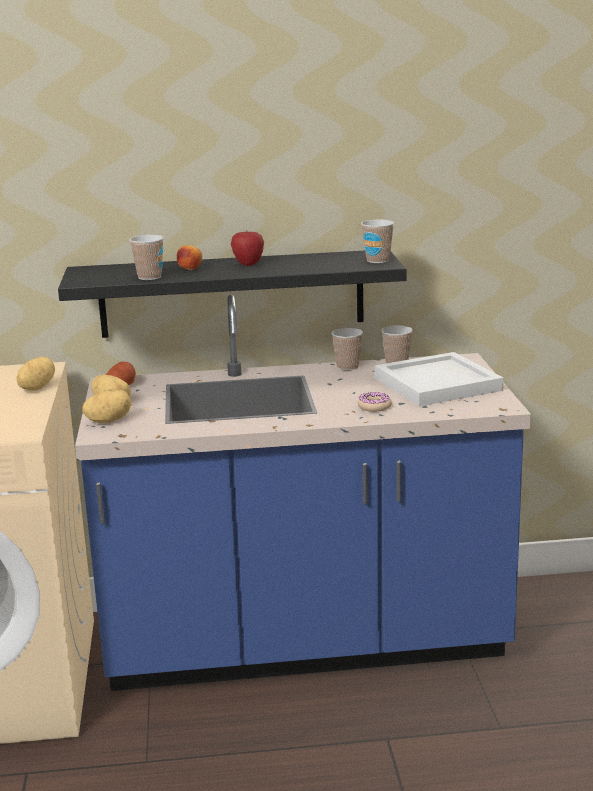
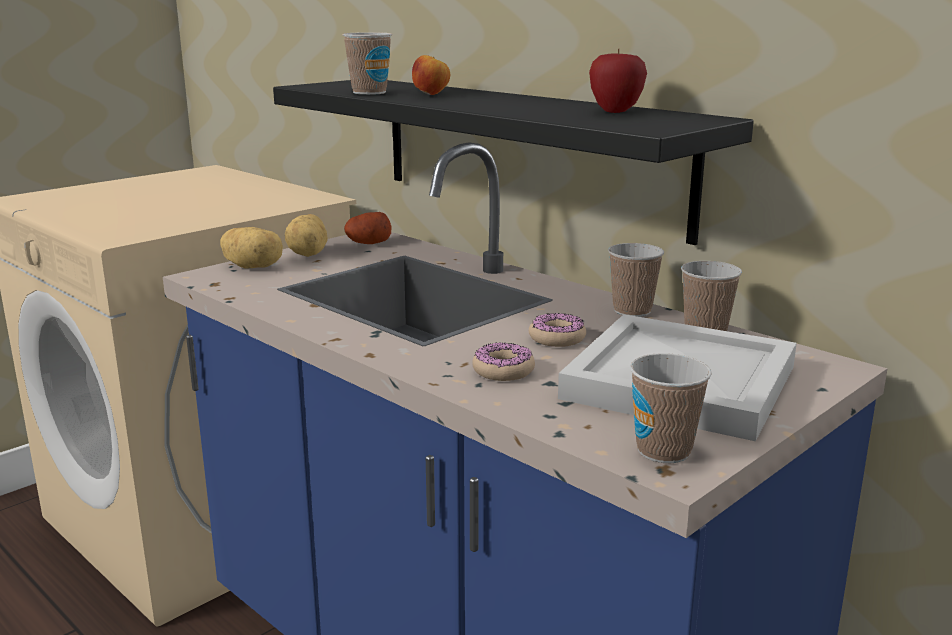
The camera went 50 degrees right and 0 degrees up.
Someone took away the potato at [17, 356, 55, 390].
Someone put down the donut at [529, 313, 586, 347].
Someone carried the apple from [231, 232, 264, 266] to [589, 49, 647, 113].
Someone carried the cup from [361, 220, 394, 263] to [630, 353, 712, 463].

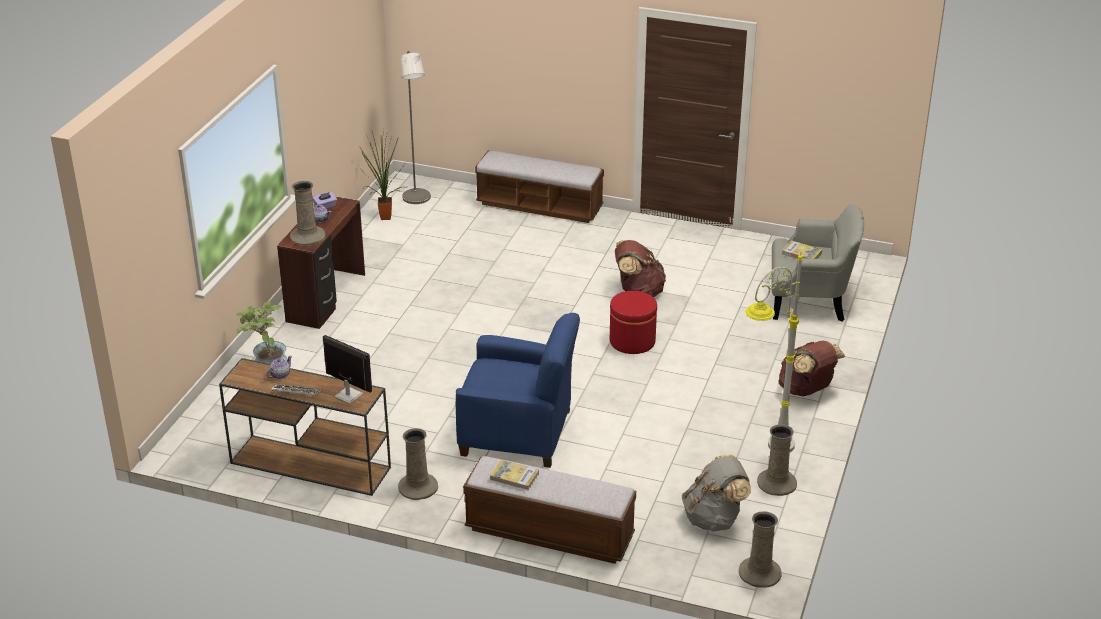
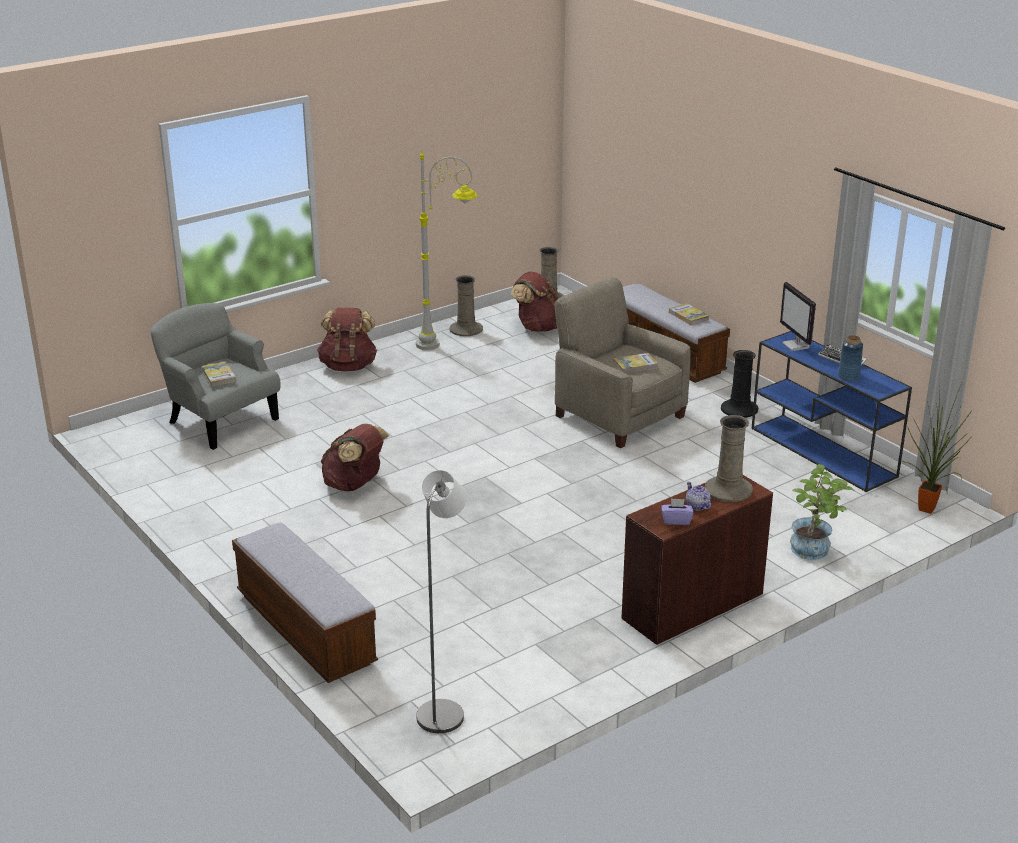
The camera went 145 degrees left and 5 degrees down.
Someone took away the ottoman (red) at [610, 291, 657, 354].
Someone put down the book at [613, 353, 659, 373].
Someone carried the potted plant from [360, 129, 406, 220] to [903, 383, 972, 514].
Someone swapped the teapot at [266, 356, 292, 379] for the vase (blue) at [838, 335, 863, 381].
Someone repainted the console table (brown) at [219, 358, 391, 496], which became the console table (blue) at [752, 331, 912, 492].
Someone repainted the vase (beige) at [398, 428, 438, 500], which became the vase (black) at [721, 350, 758, 418].
Someone repainted the armchair (blue) at [456, 313, 580, 468], which became the armchair (beige) at [555, 277, 691, 448].
Someone repainted the backpack (grey) at [682, 455, 751, 532], which became the backpack (brown) at [511, 272, 559, 332].

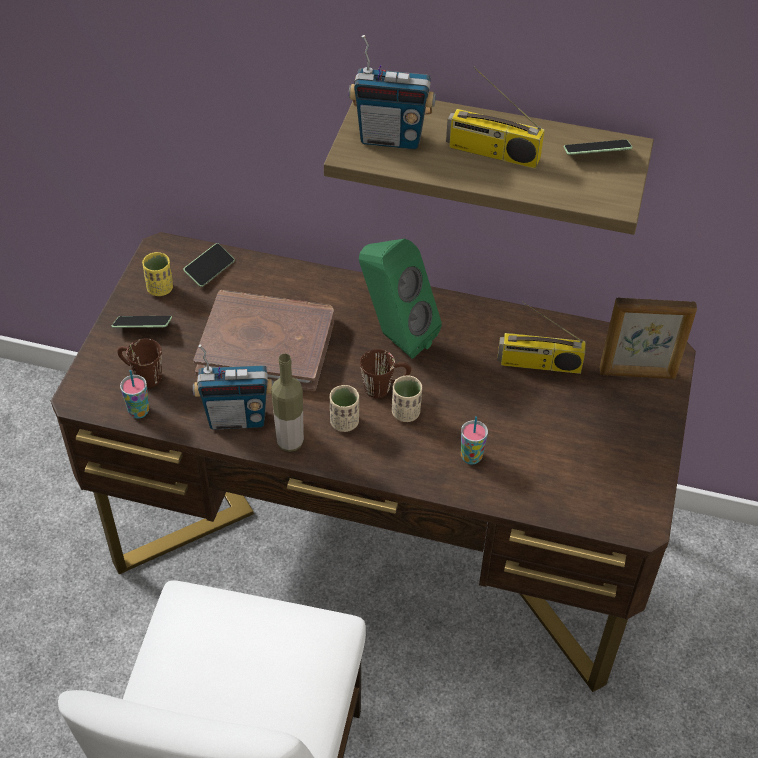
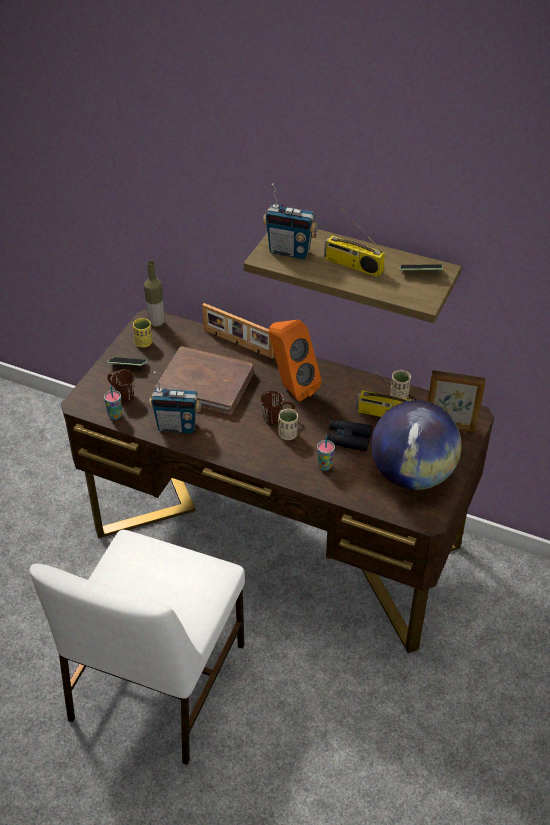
The camera went 10 degrees right and 5 degrees down.
Someone took away the phone at [183, 243, 235, 287].
Someone put down the picture frame at [202, 303, 274, 359].
Someone put down the binoculars (black) at [326, 420, 372, 451].
Someone put down the globe at [371, 400, 462, 490].
Someone carried the bottle from [271, 353, 304, 452] to [144, 261, 164, 327].
Someone carried the cup (beige) from [330, 385, 359, 432] to [390, 370, 411, 399].
Someone repainted the speaker (green) at [359, 238, 442, 359], which became the speaker (orange) at [269, 320, 322, 401].

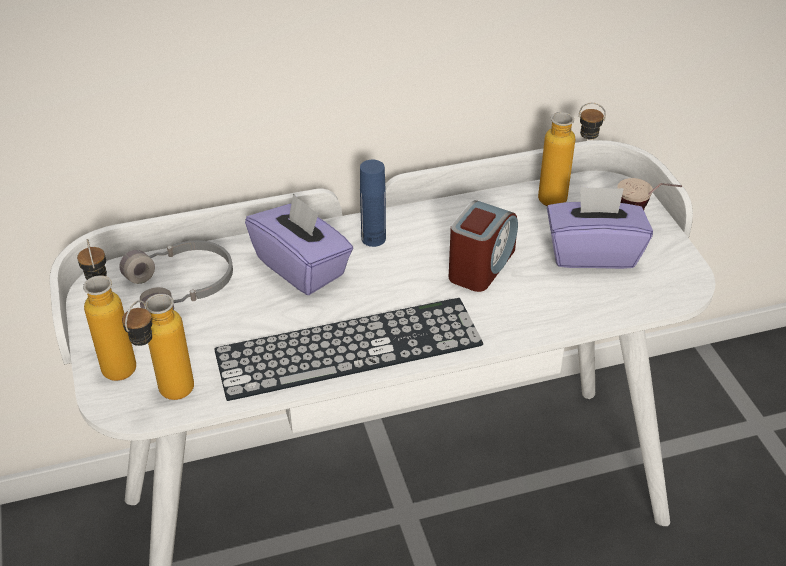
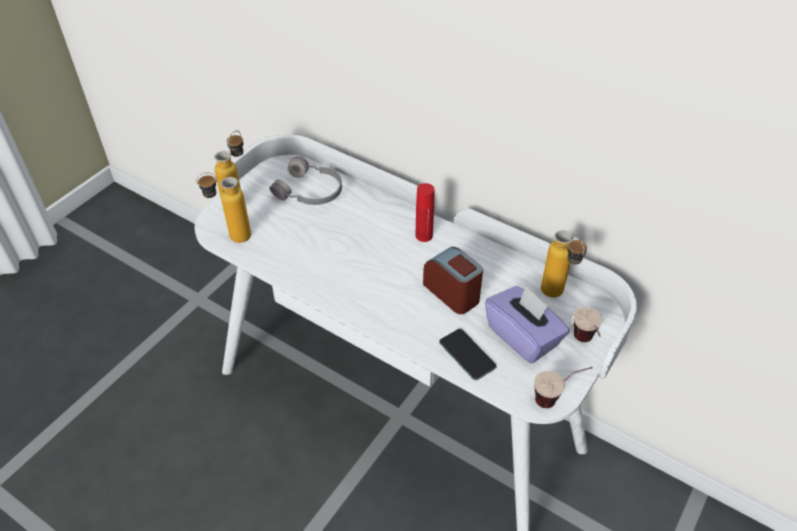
The camera went 50 degrees right and 5 degrees up.
Someone took away the keyboard at [215, 298, 483, 401].
Someone took away the tissue box (purple) at [245, 193, 354, 295].
Someone put down the phone at [439, 329, 497, 380].
Someone put down the cup at [534, 367, 593, 408].
Someone repainted the bottle (blue) at [360, 160, 386, 247], which became the bottle (red) at [416, 183, 434, 242].
Someone rotated the alarm clock at [449, 200, 518, 292] by 120 degrees counterclockwise.

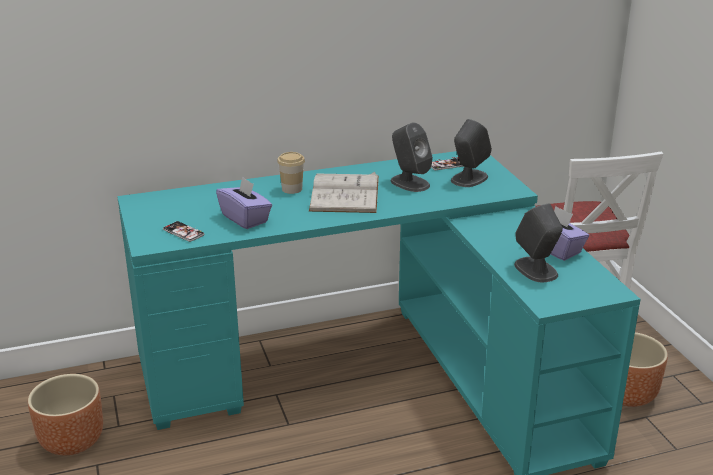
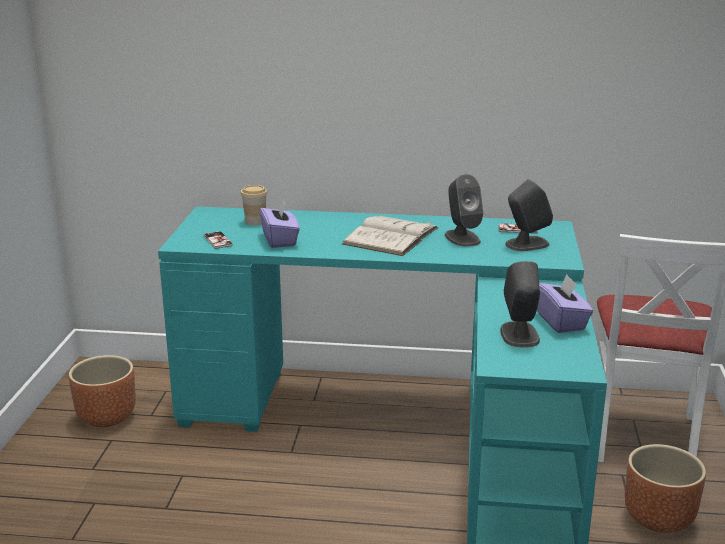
The camera went 25 degrees right and 5 degrees down.
Someone carried the cup from [277, 152, 305, 194] to [241, 185, 268, 226].

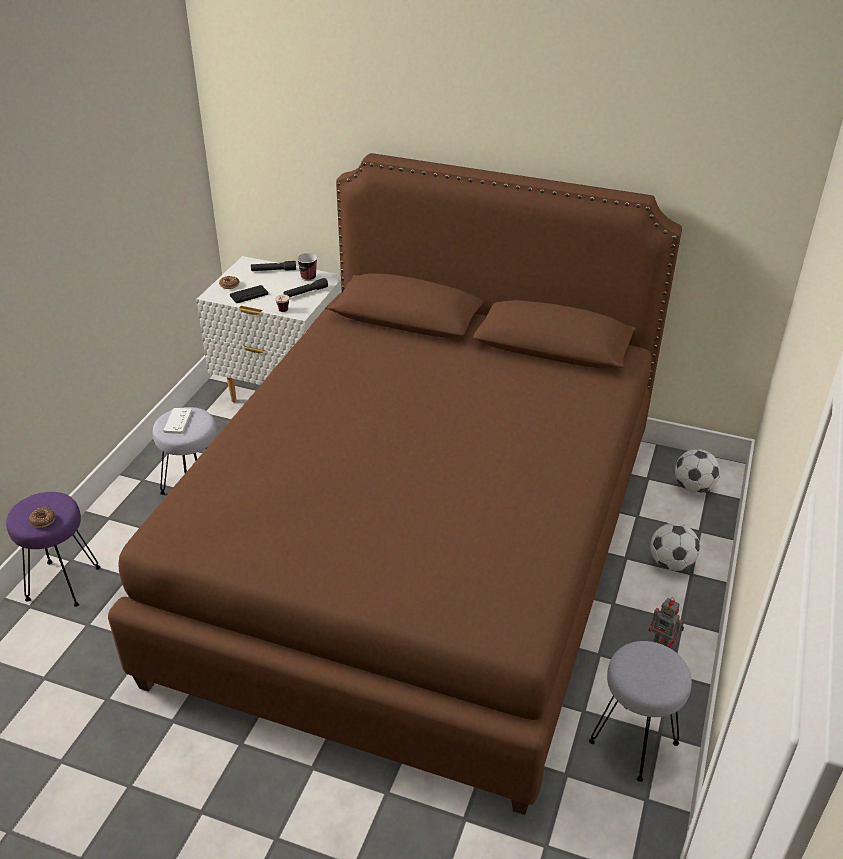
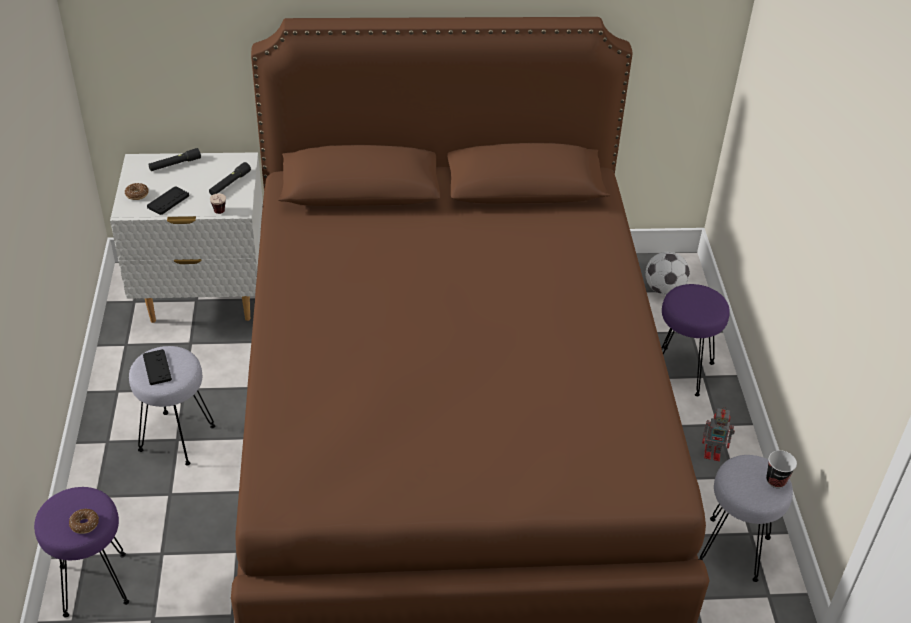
The camera went 25 degrees left and 5 degrees up.
Someone carried the cup from [297, 253, 317, 281] to [766, 450, 797, 488].
Someone swapped the football at [650, 523, 700, 571] for the stool (purple) at [662, 284, 730, 396].
Someone repainted the game controller (white) at [164, 408, 192, 434], which became the game controller (black) at [143, 349, 172, 385].

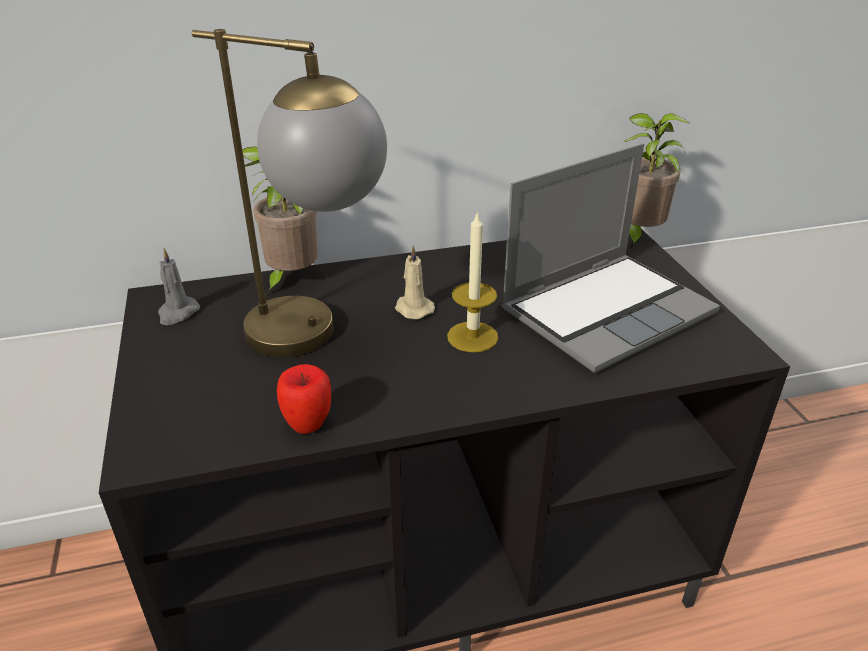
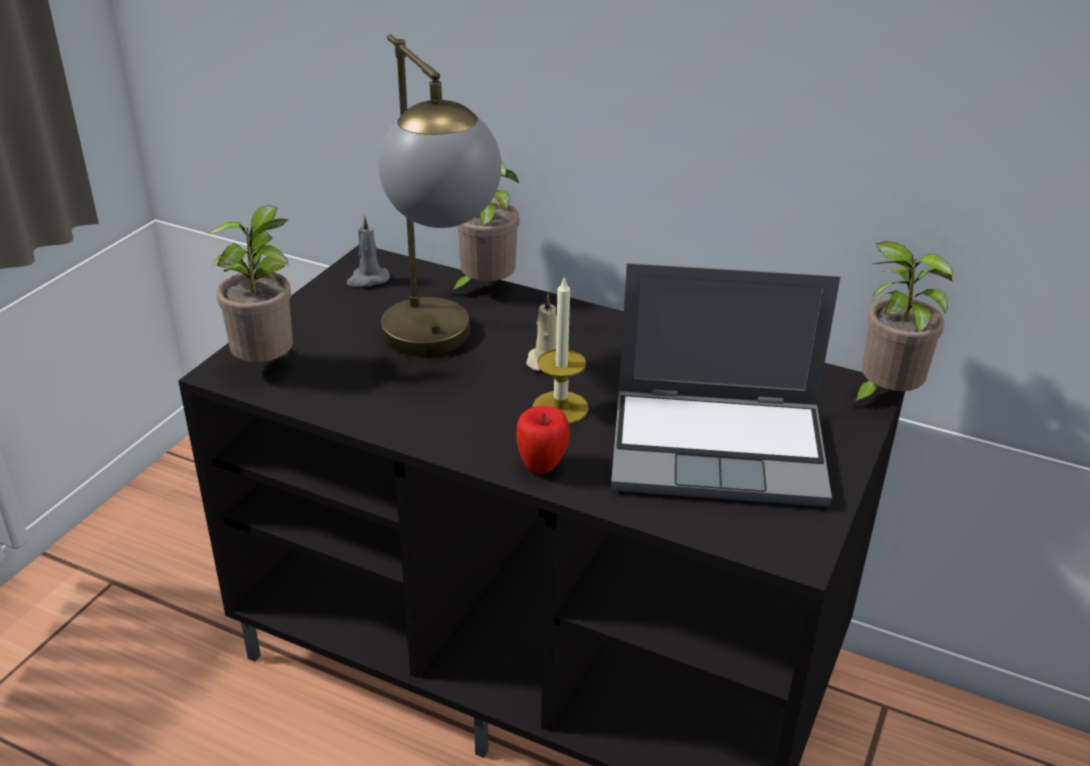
The camera went 40 degrees right and 0 degrees up.
Someone put down the potted plant at [208, 205, 293, 362].
Someone carried the apple from [277, 364, 331, 434] to [516, 406, 570, 474].

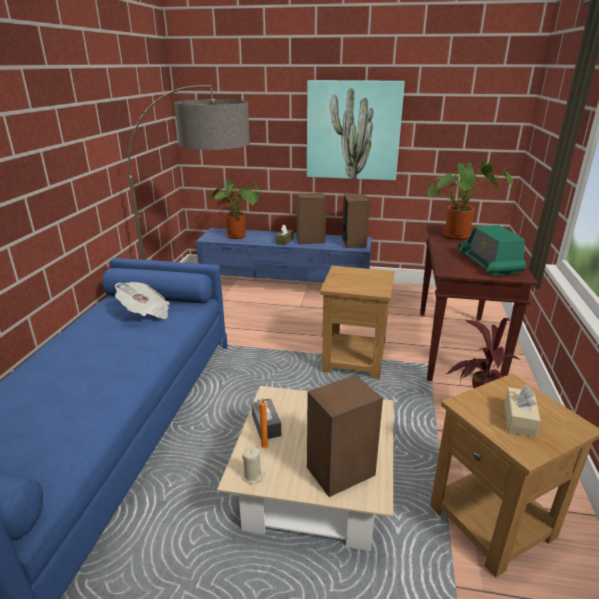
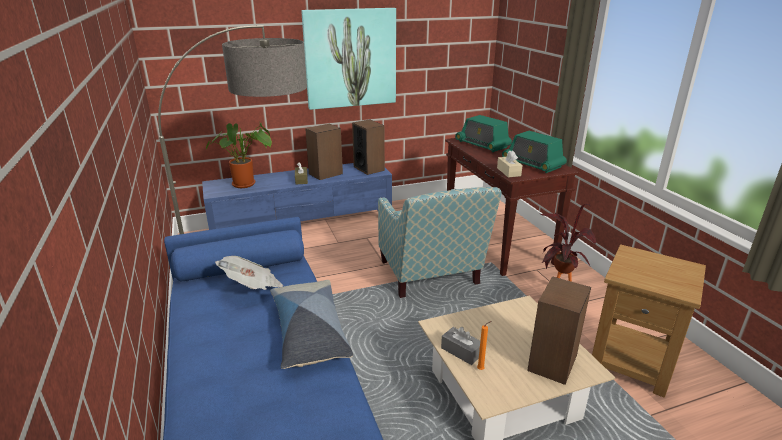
The camera went 30 degrees left and 0 degrees up.
Someone took away the candle (beige) at [242, 447, 265, 484].
Someone put down the pillow at [270, 280, 353, 369].
Someone carried the tissue box (beige) from [504, 385, 541, 437] to [497, 150, 523, 177].
Someone swapped the side table (brown) at [320, 266, 395, 379] for the armchair at [378, 187, 501, 298].
Someone swapped the potted plant at [428, 161, 513, 240] for the radio at [455, 115, 512, 152].

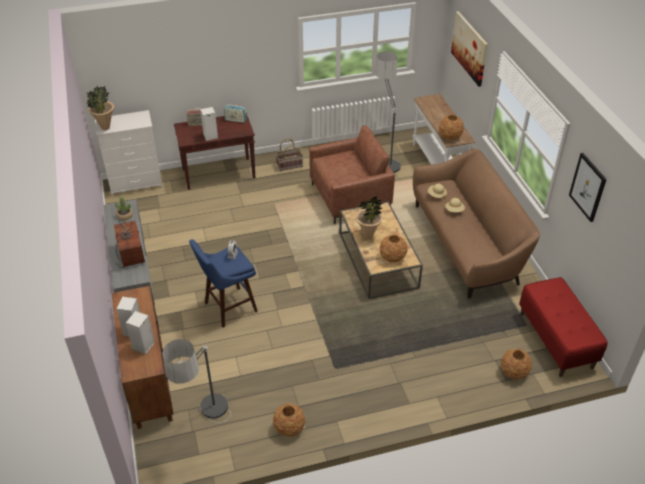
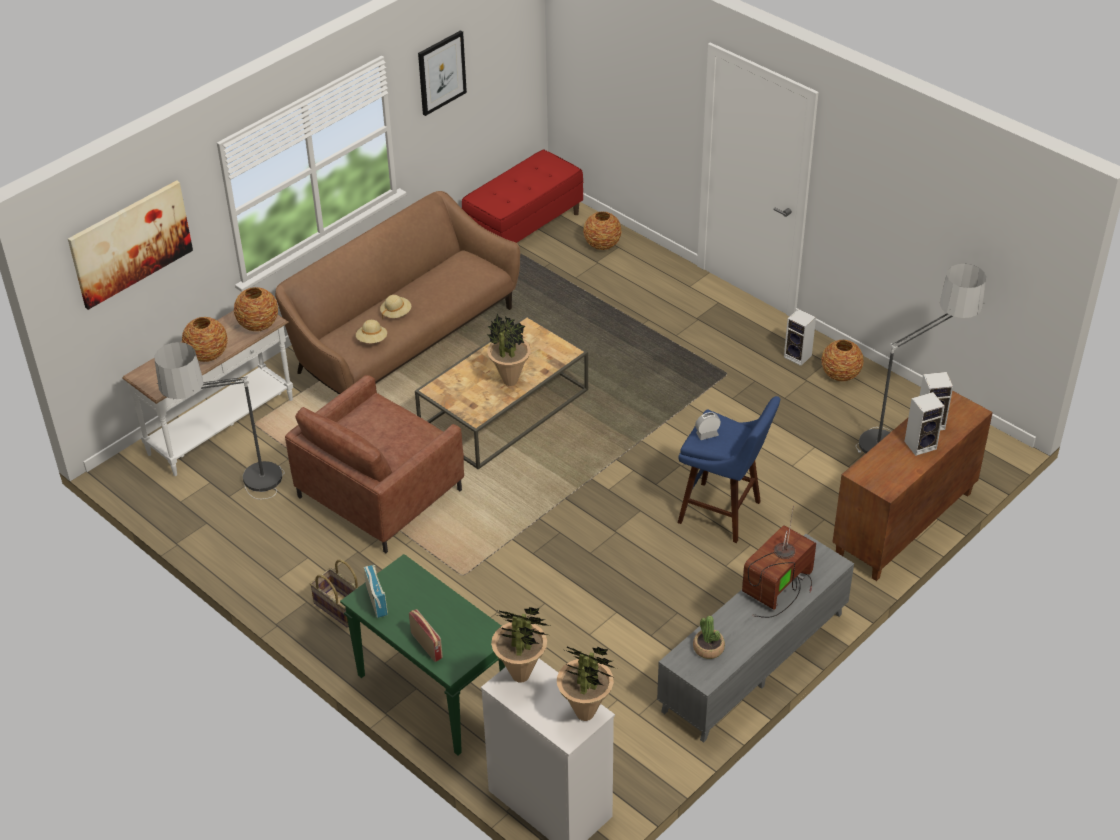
The camera went 120 degrees left and 0 degrees up.
Someone put down the potted plant at [491, 607, 550, 683].
Someone carried the speaker from [200, 107, 218, 141] to [784, 309, 816, 366].
Someone carried the vase from [380, 235, 408, 262] to [182, 317, 228, 362].
Someone repainted the console table (brown) at [174, 113, 255, 190], which became the console table (green) at [340, 554, 506, 756].
Someone rotated the armchair (brown) at [309, 125, 395, 224] by 90 degrees counterclockwise.

